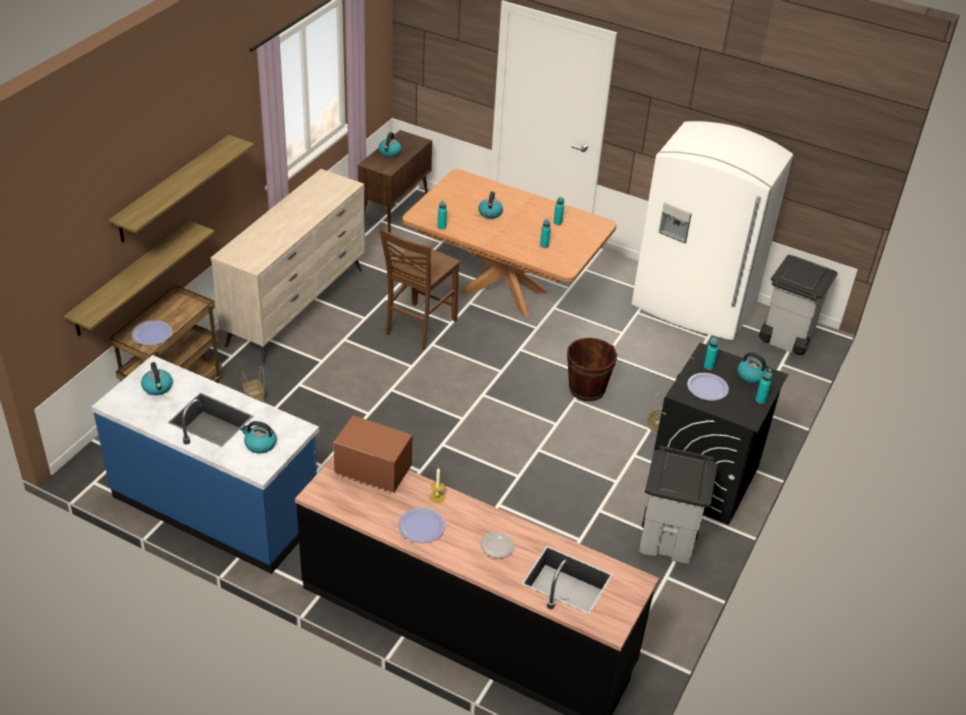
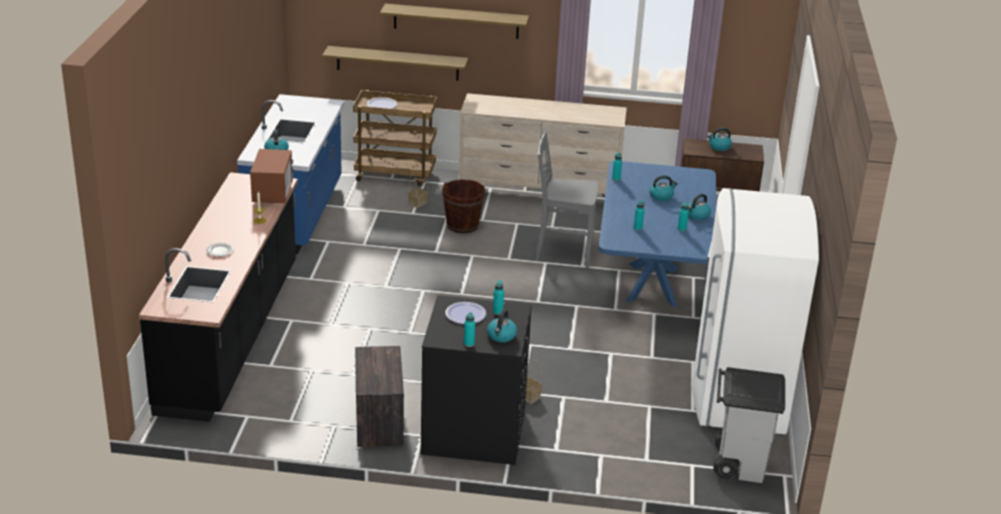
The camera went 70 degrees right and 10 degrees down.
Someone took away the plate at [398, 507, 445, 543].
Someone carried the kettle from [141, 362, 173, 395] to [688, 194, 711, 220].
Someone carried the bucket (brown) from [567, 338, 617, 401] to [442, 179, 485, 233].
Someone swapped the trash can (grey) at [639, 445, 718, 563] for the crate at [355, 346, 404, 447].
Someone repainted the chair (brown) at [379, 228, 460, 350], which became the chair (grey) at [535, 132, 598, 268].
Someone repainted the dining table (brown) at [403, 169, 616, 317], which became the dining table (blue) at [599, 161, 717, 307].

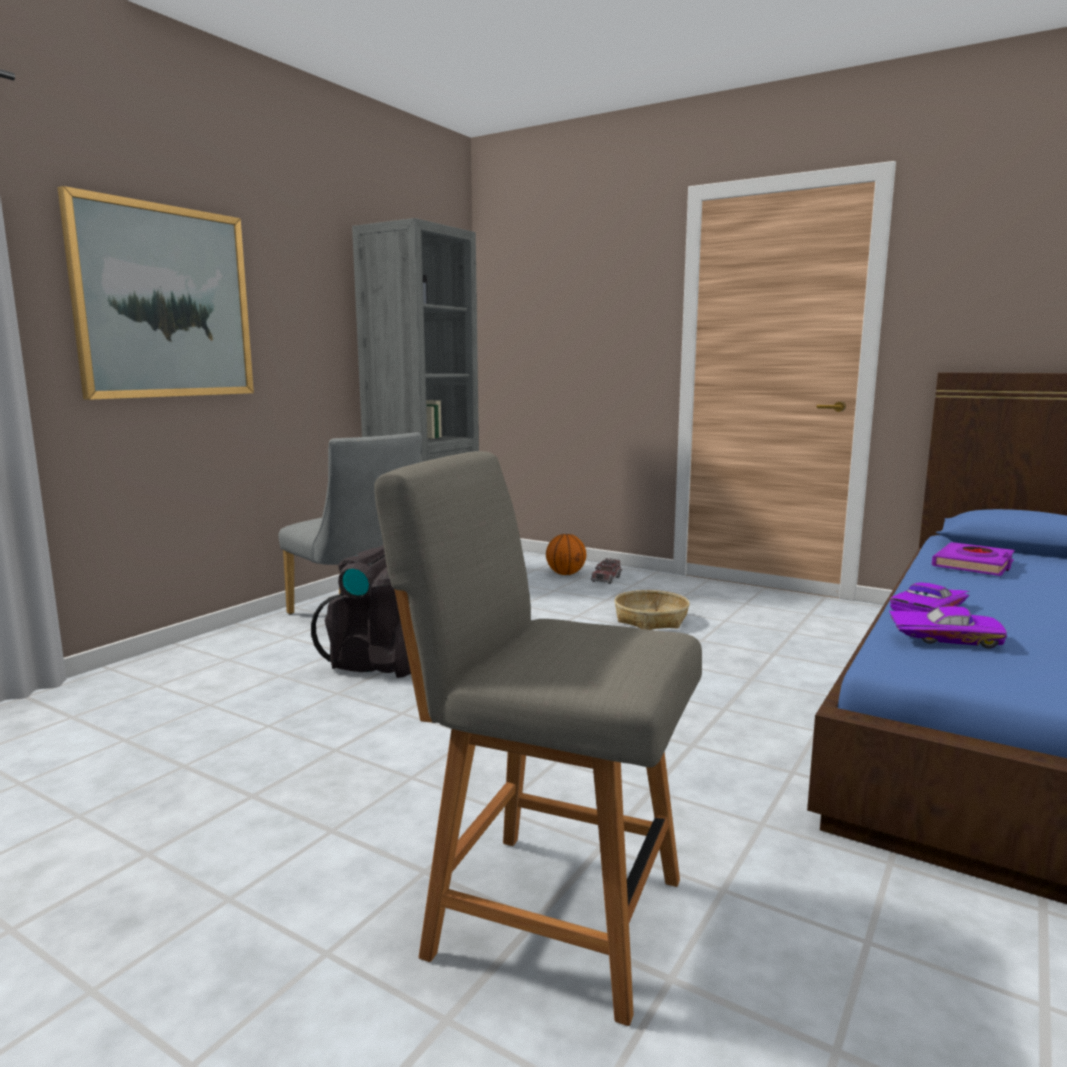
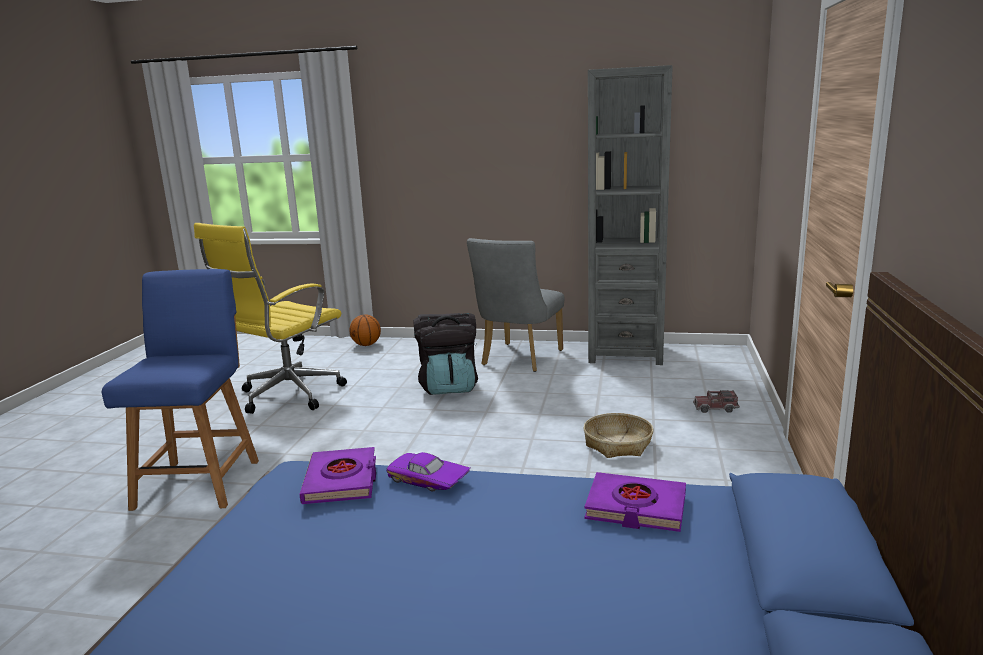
The camera went 70 degrees right and 5 degrees up.
Someone took away the picture at [57, 186, 254, 400].
Someone put down the office chair (yellow) at [194, 223, 347, 414].
Someone carried the basketball from [546, 534, 586, 575] to [349, 314, 381, 346].
Someone swapped the toy car (purple) at [889, 606, 1007, 649] for the book (purple) at [299, 447, 376, 504].
Someone repainted the chair (grey) at [374, 451, 702, 1026], which became the chair (blue) at [102, 269, 259, 511].

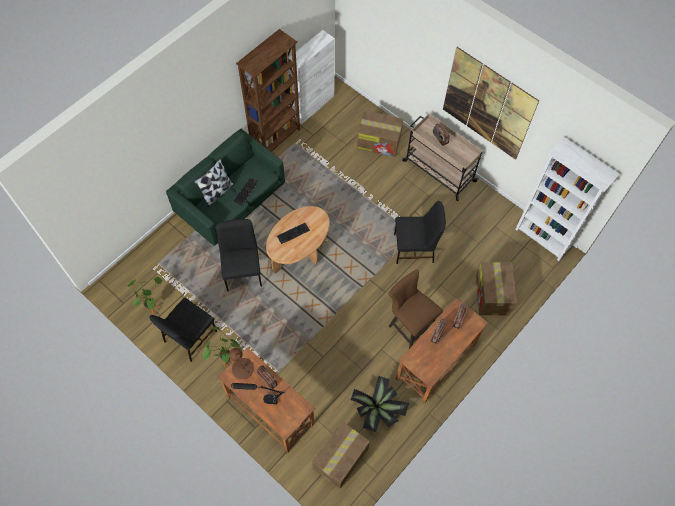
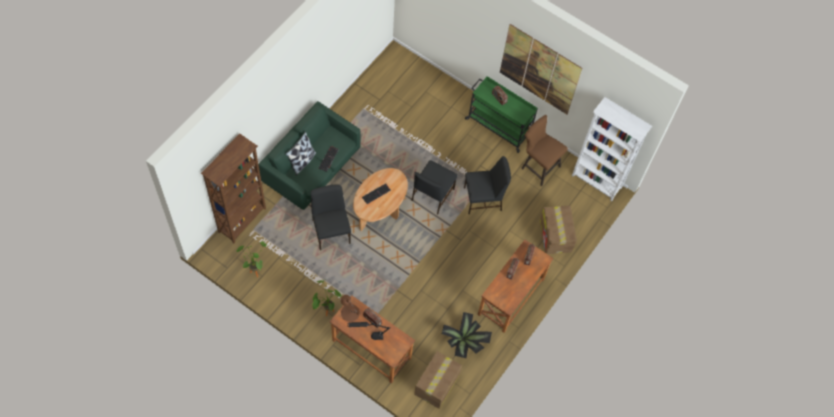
The camera went 10 degrees left and 0 degrees up.
Someone took away the cabinet (white) at [289, 30, 335, 125].
Someone took away the cardboard box at [357, 111, 404, 157].
Someone carried the chair (black) from [150, 298, 217, 362] to [412, 160, 457, 215].
Someone carried the bookcase (brown) from [236, 29, 300, 152] to [201, 133, 266, 243].
Someone carried the stool (brown) from [388, 270, 443, 349] to [521, 115, 568, 186].
Someone repainted the cart (beige) at [402, 114, 483, 201], which became the cart (green) at [465, 76, 538, 153].

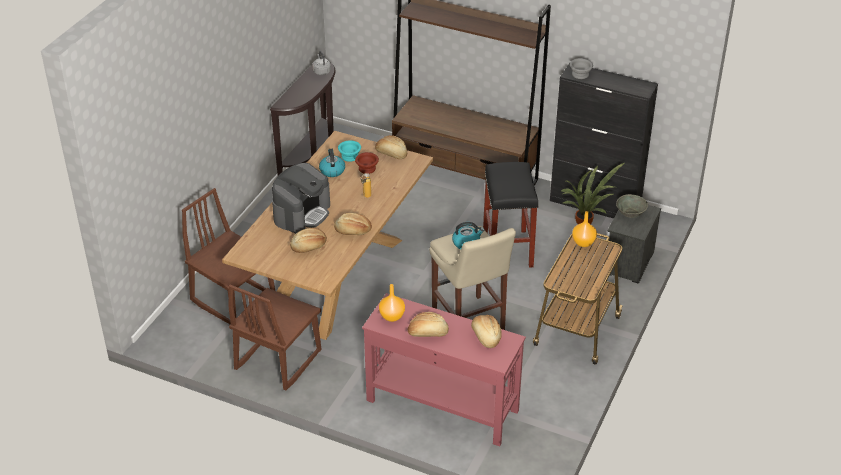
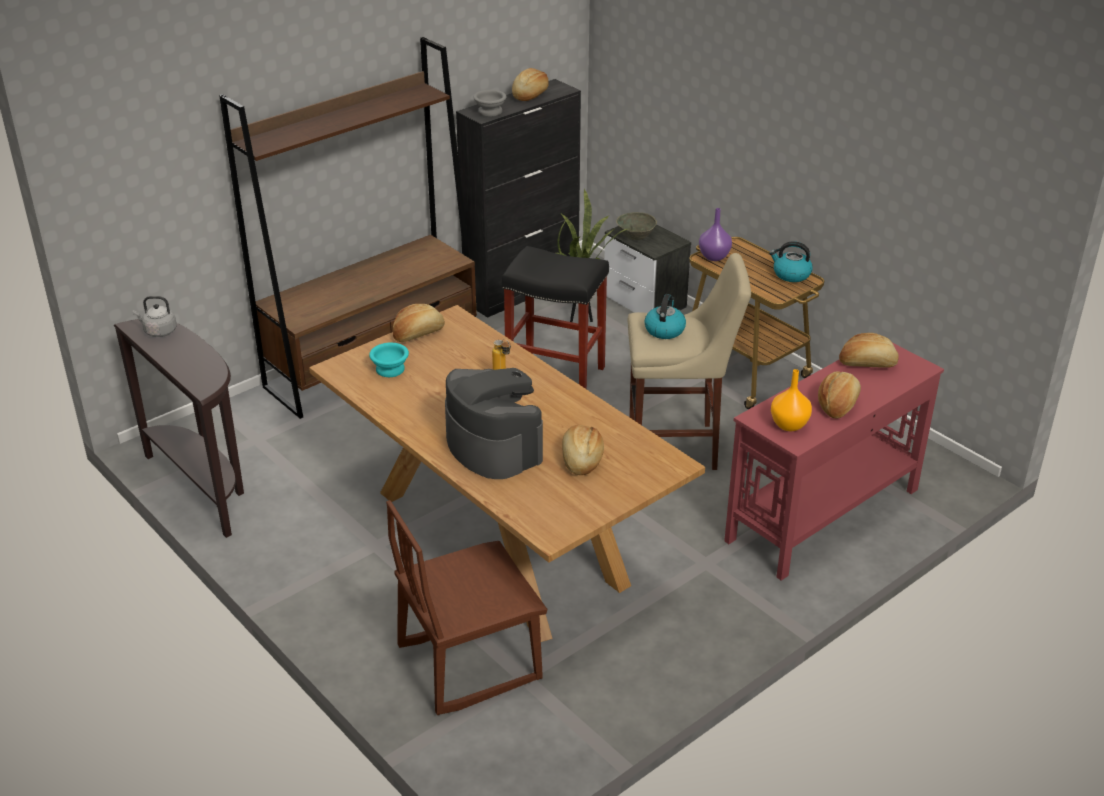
The camera went 65 degrees left and 5 degrees down.
Someone took away the chair (brown) at [228, 285, 322, 391].
Someone took away the bowl (brown) at [355, 152, 379, 174].
Someone carried the kettle from [319, 149, 345, 177] to [769, 241, 813, 282].
Someone carried the bread from [334, 213, 372, 235] to [512, 68, 549, 101].
Someone repainted the vase (orange) at [572, 211, 597, 247], which became the vase (purple) at [699, 208, 732, 261].

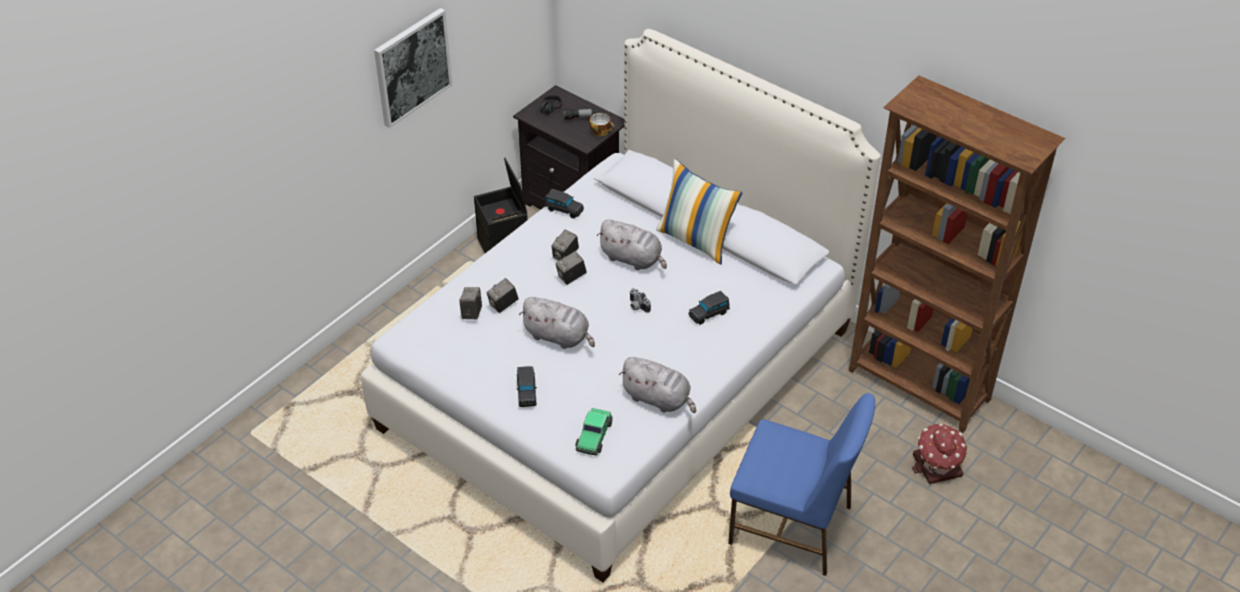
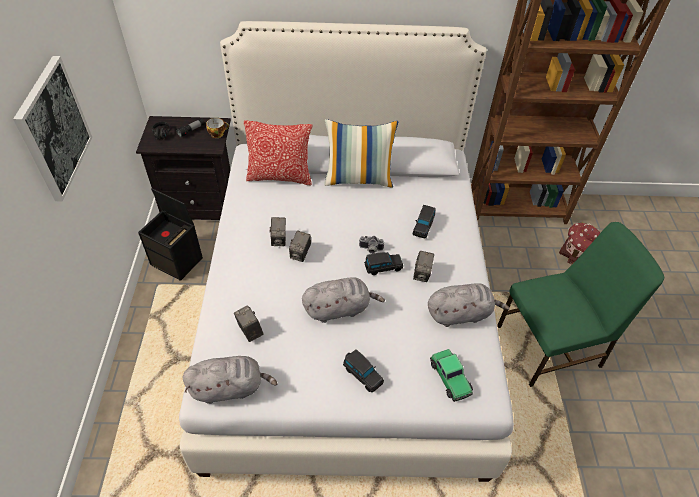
The camera went 40 degrees left and 5 degrees up.
Someone put down the pillow at [244, 120, 312, 185].
Someone carried the photo camera from [486, 278, 519, 313] to [413, 251, 434, 282].
Someone carried the toy car (black) from [545, 189, 584, 219] to [364, 252, 403, 275].
Someone carried the plush toy (grey) from [596, 220, 667, 270] to [182, 356, 278, 404].
Someone repainted the chair (blue) at [728, 393, 875, 576], which became the chair (green) at [497, 222, 664, 387].

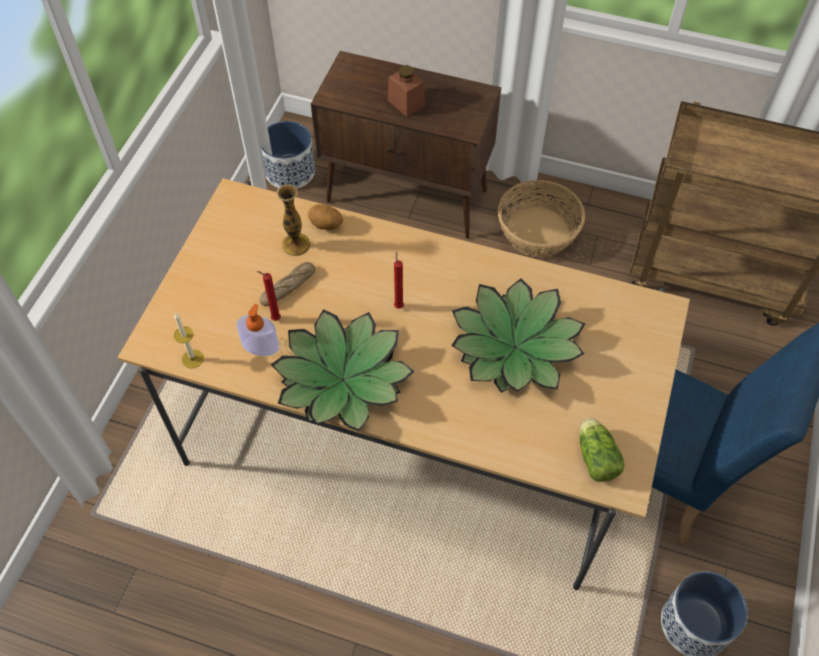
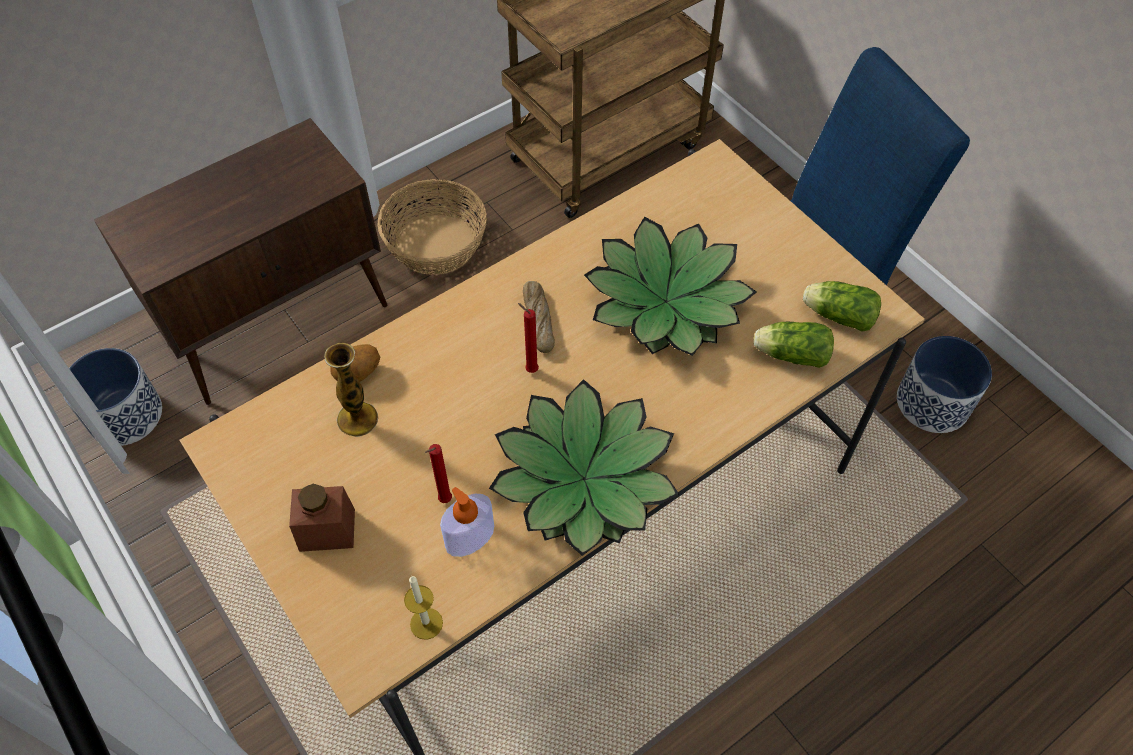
The camera went 55 degrees left and 0 degrees up.
Someone put down the lettuce at [754, 322, 834, 368].
Someone carried the bread from [260, 262, 315, 306] to [523, 281, 555, 353].
Someone carried the jar (brown) from [388, 65, 425, 117] to [289, 484, 355, 552].

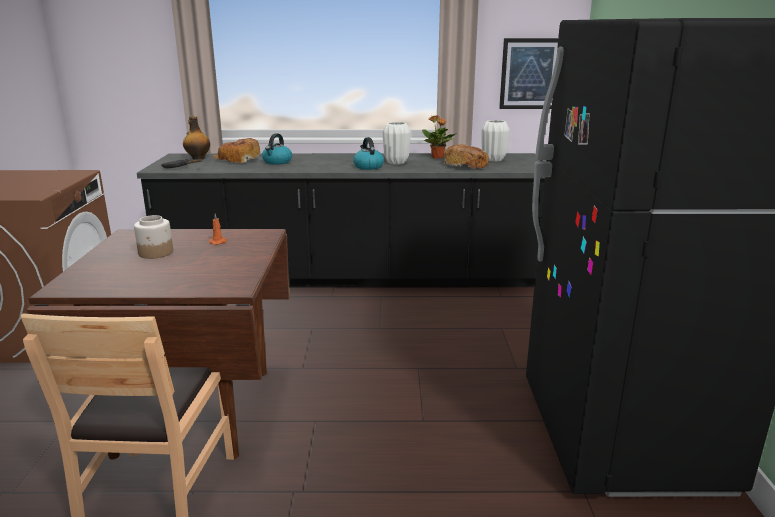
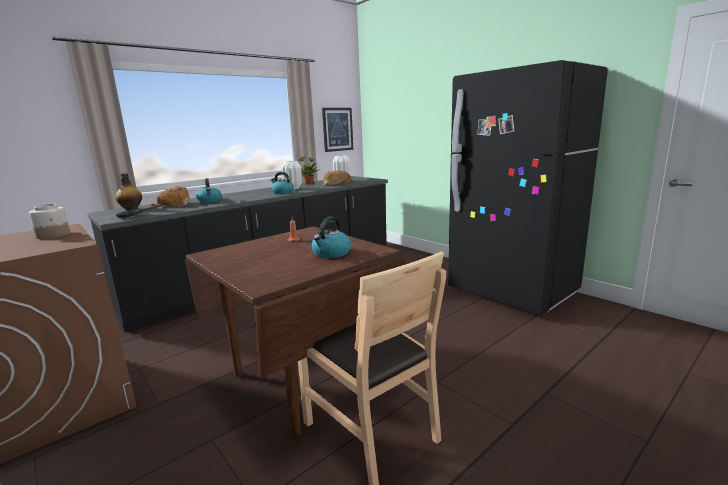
The camera went 40 degrees left and 5 degrees down.
Someone put down the kettle at [312, 217, 351, 258].
Someone carried the jar from [134, 215, 173, 259] to [29, 204, 70, 239].

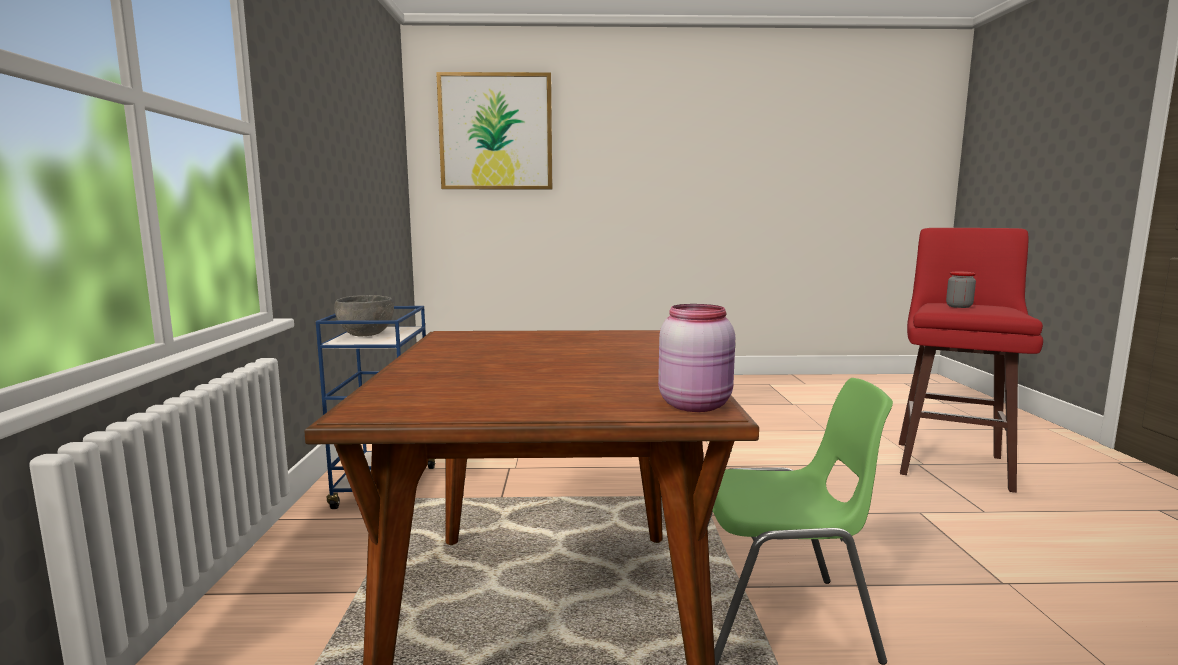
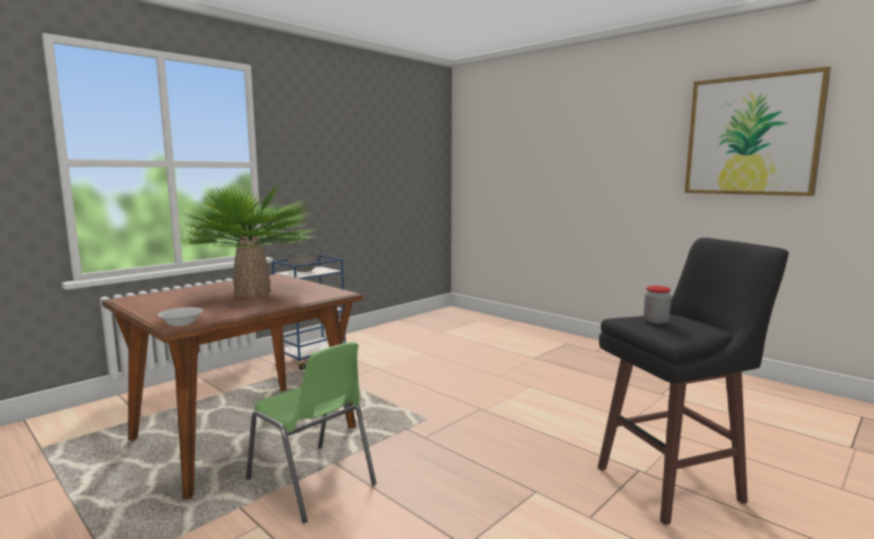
The camera went 45 degrees right and 0 degrees up.
Someone put down the potted plant at [178, 180, 316, 297].
Someone carried the picture from [436, 72, 552, 189] to [685, 66, 831, 196].
Someone swapped the jar (pink) at [658, 304, 735, 412] for the bowl (white) at [158, 307, 203, 326].
Someone repainted the stool (red) at [899, 228, 1043, 493], which became the stool (black) at [598, 238, 789, 525].

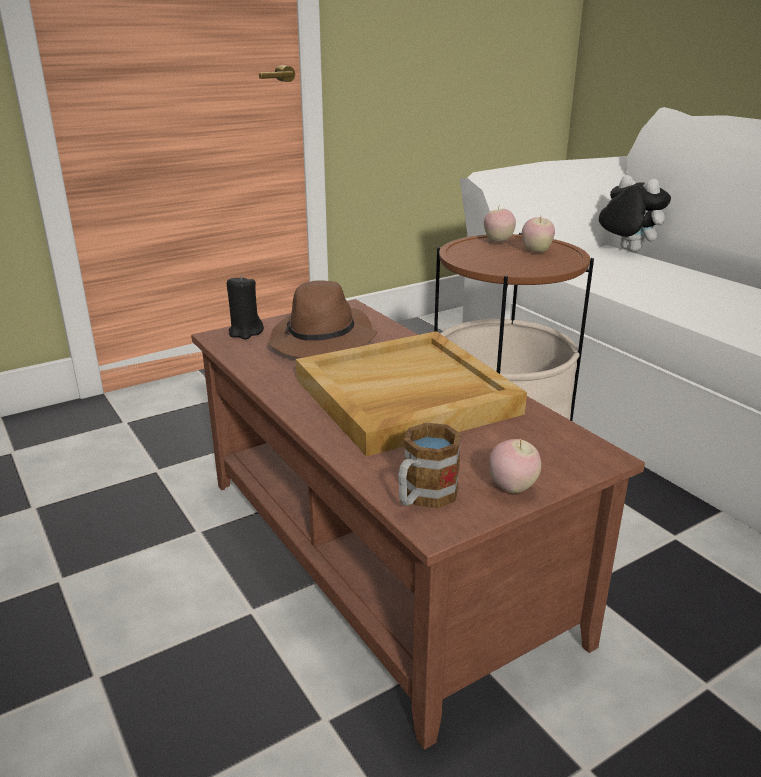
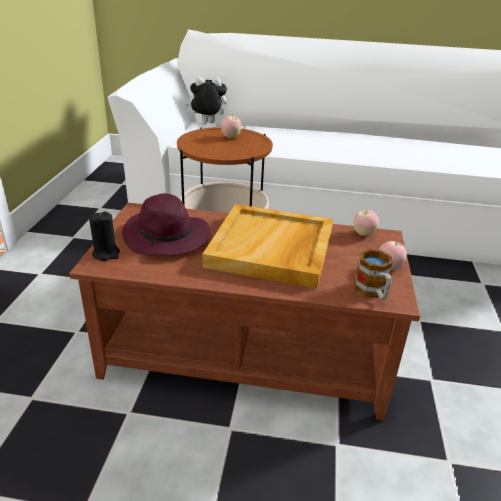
The camera went 50 degrees left and 5 degrees up.
Someone carried the apple from [484, 204, 516, 242] to [353, 209, 379, 236].
Someone repainted the hat (brown) at [267, 280, 377, 358], which became the hat (purple) at [122, 193, 210, 255].

